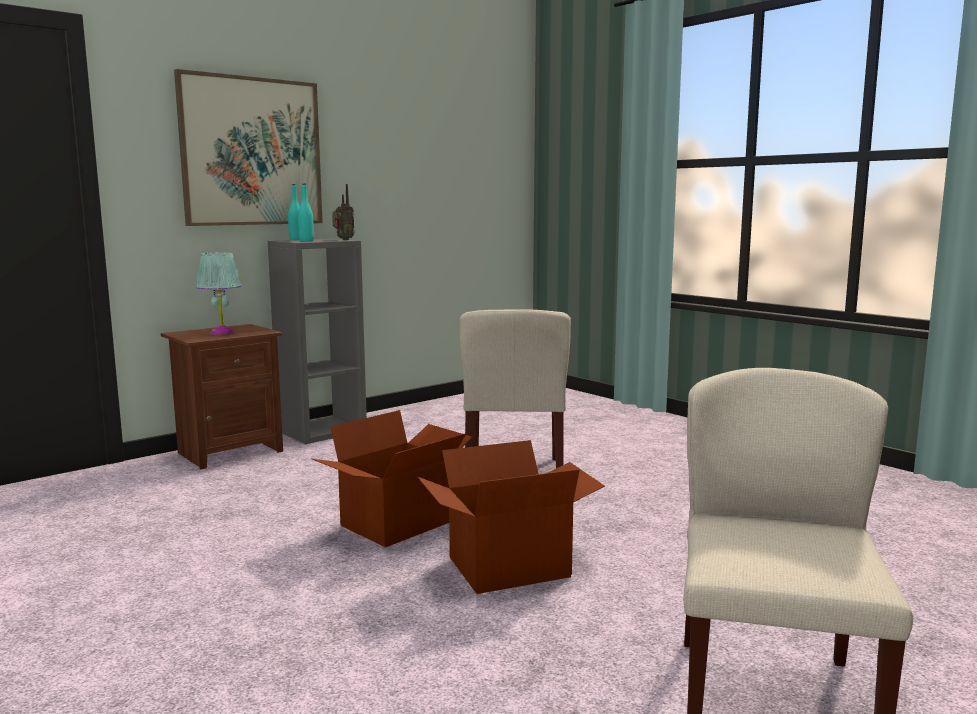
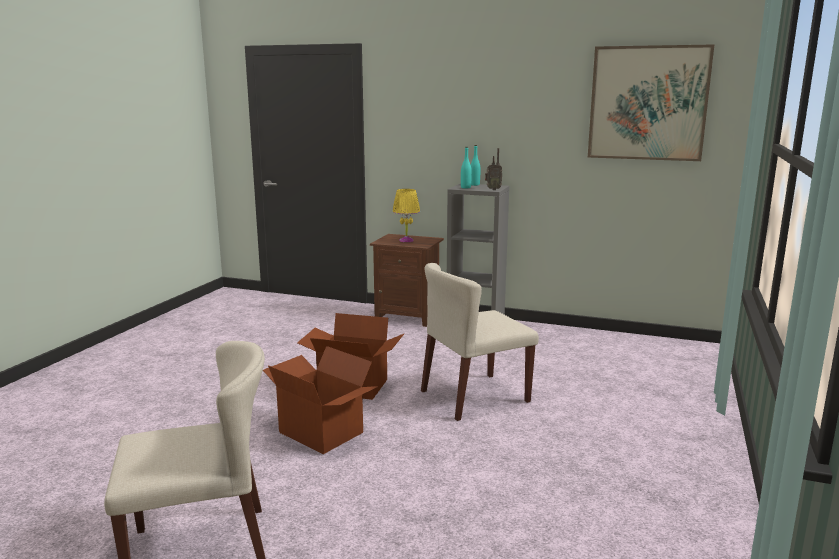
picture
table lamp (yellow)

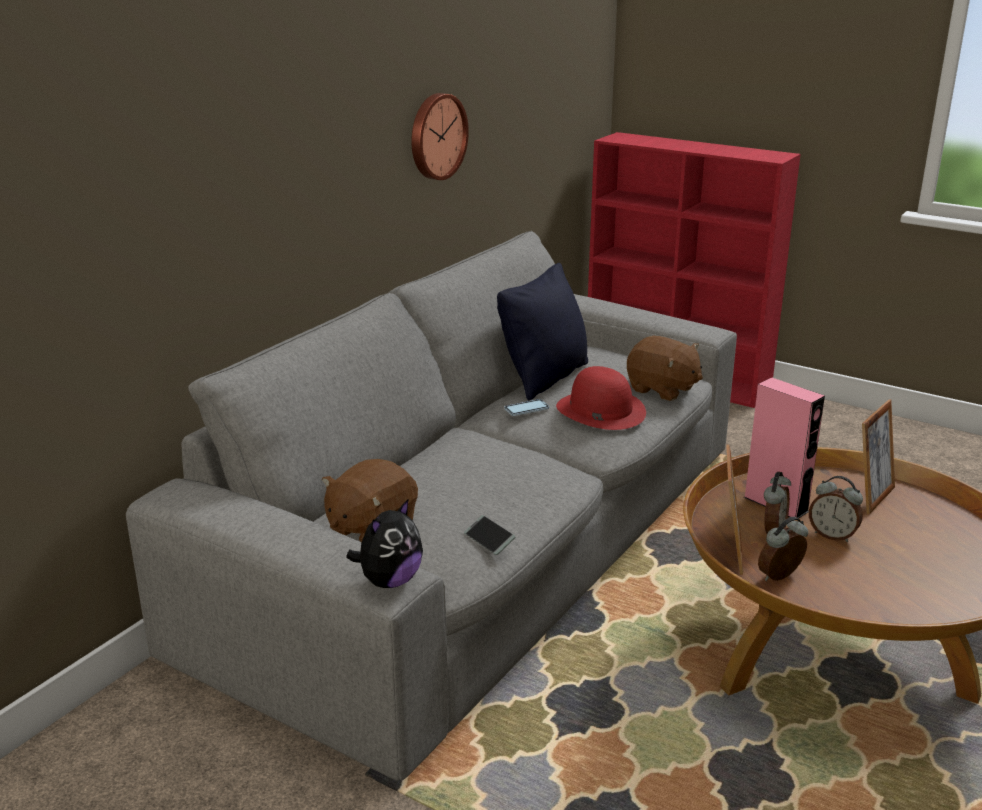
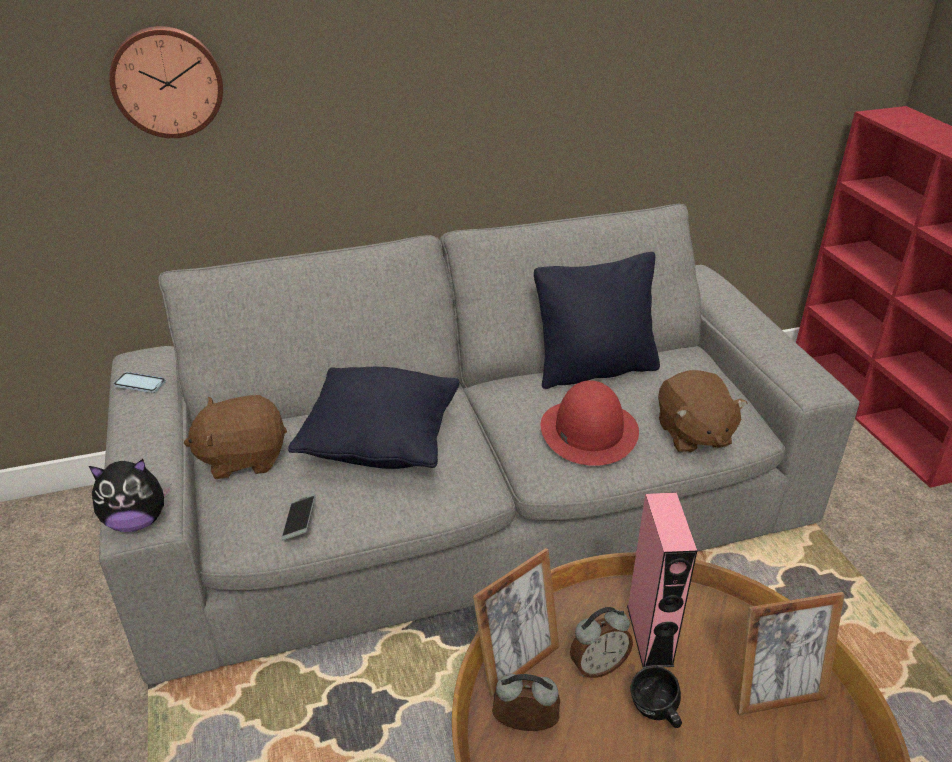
wall clock
phone (1st from left)
mug (black)
pillow (black) (1st from left)

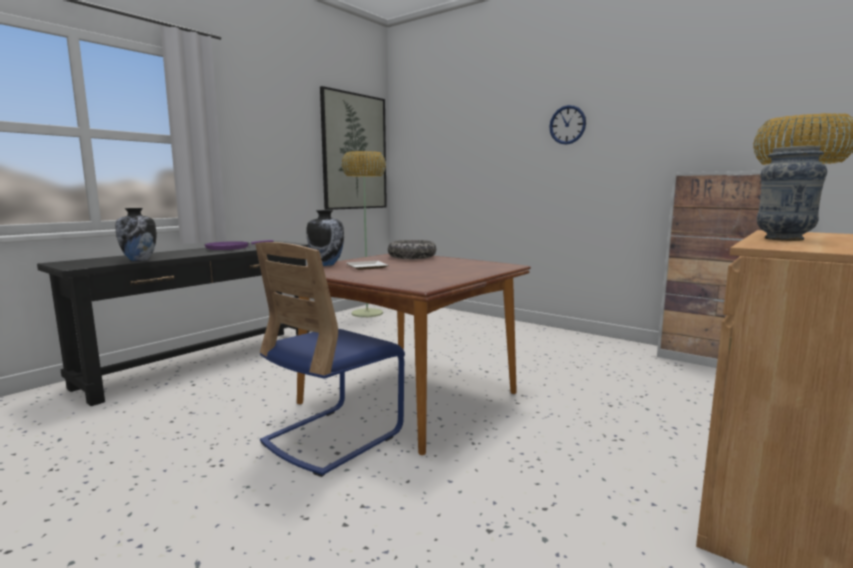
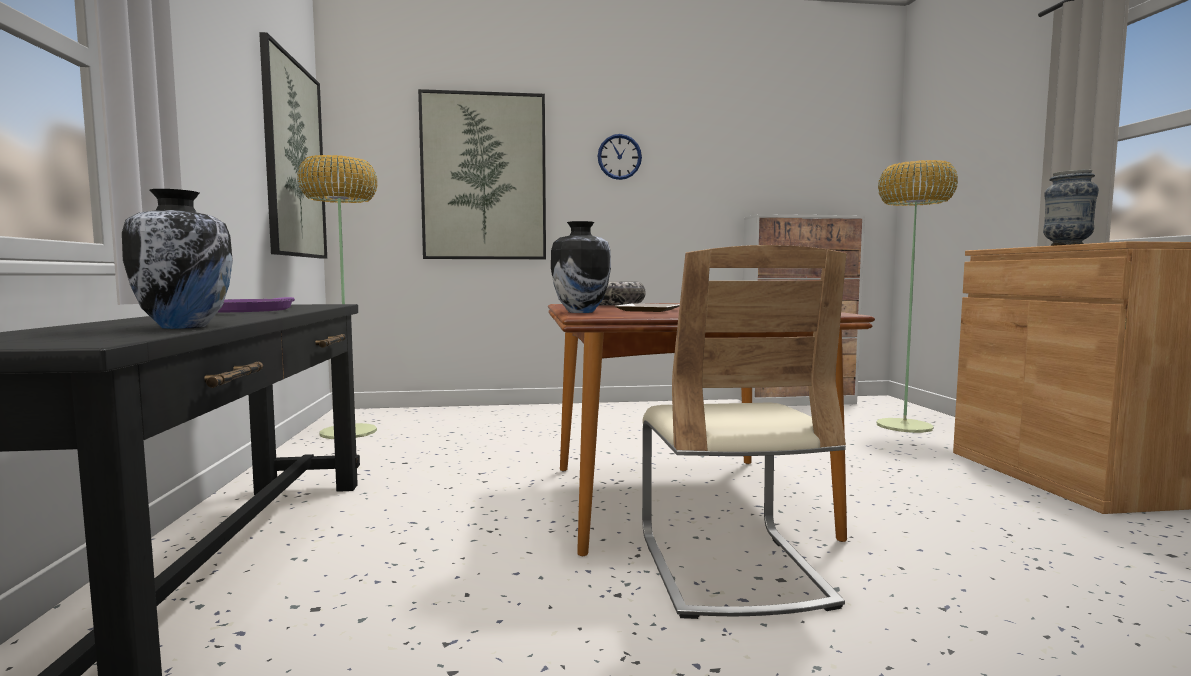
chair (beige)
picture (2nd from left)

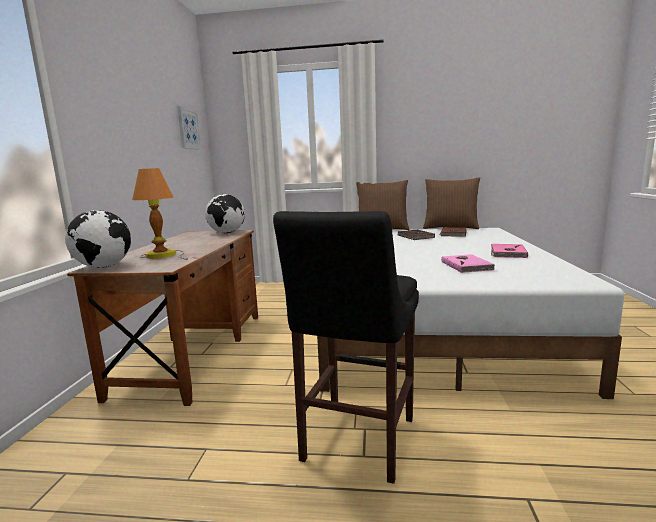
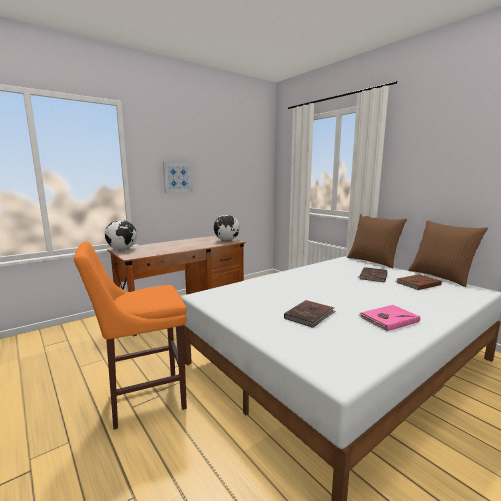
table lamp
picture
stool (orange)
book (brown) (1st from left)

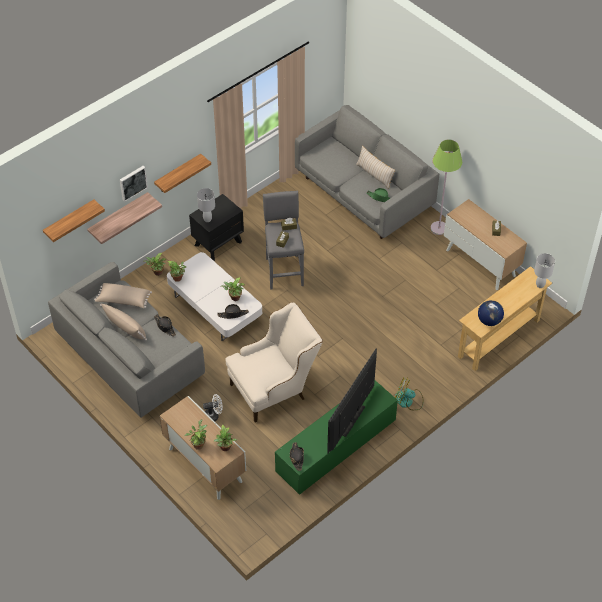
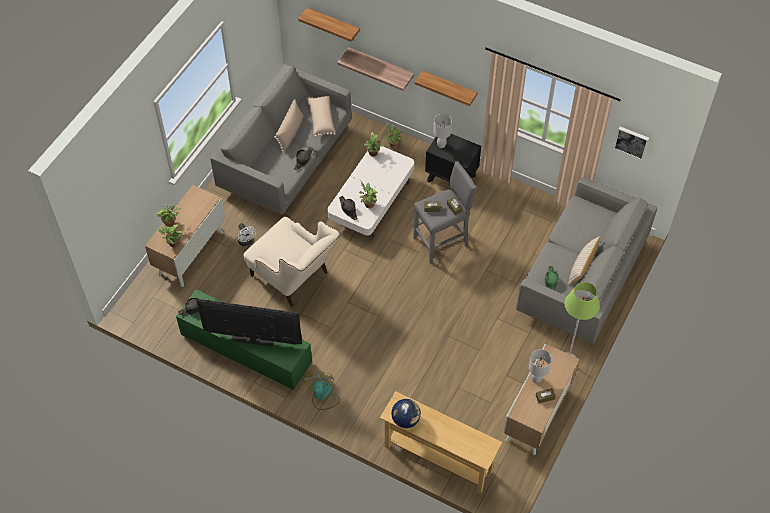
picture
table lamp (white) (2nd from left)

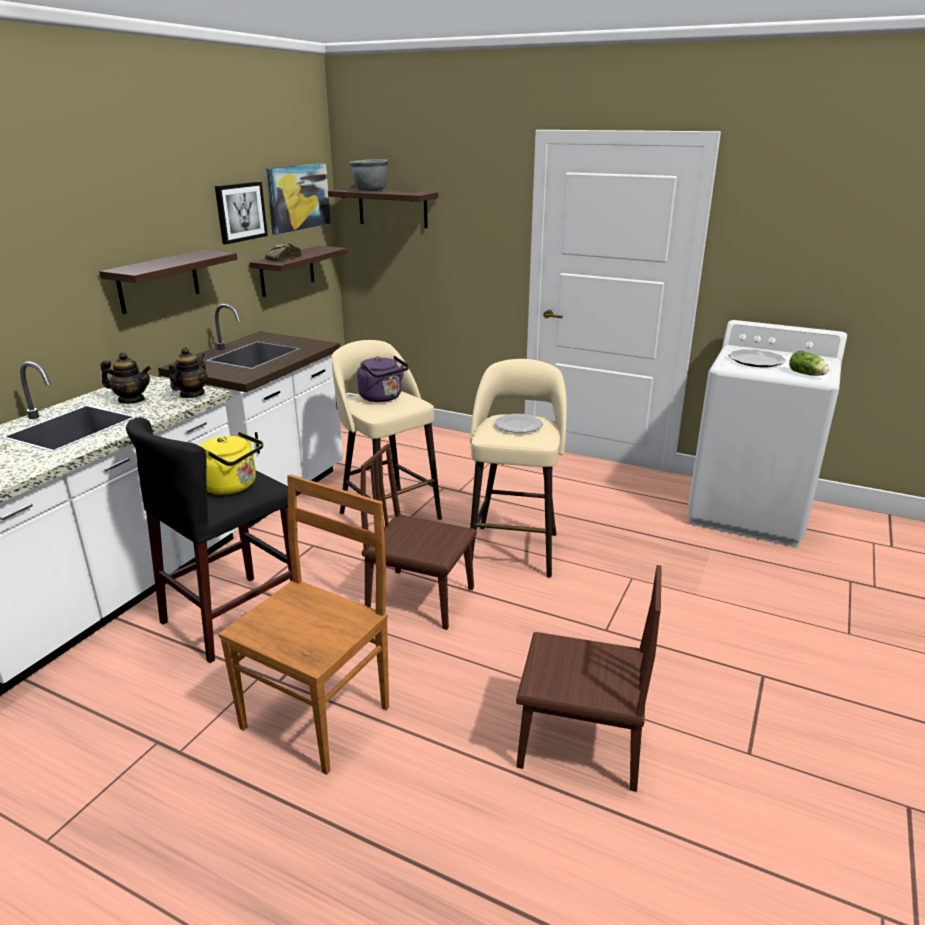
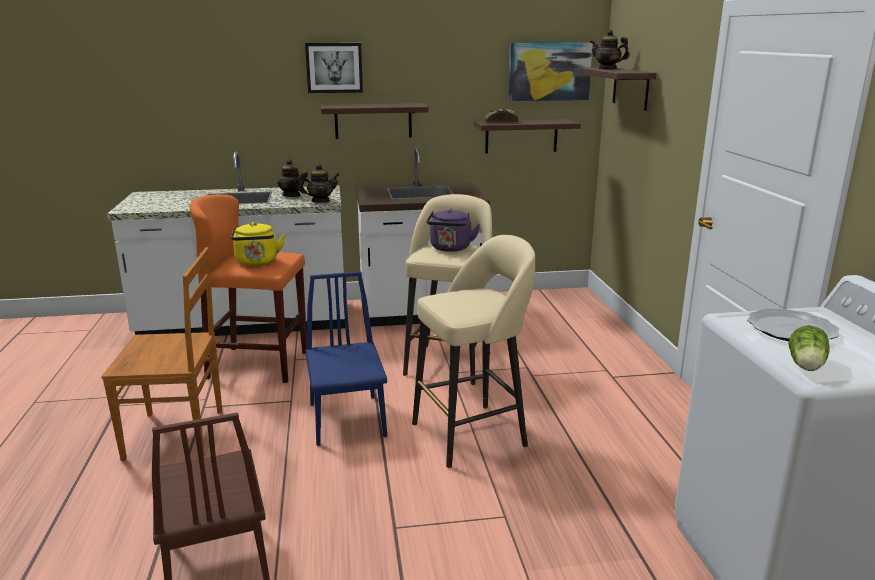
stool (orange)
picture (1st from left)
teapot (3rd from left)
chair (blue)
plate (1st from left in the first image)

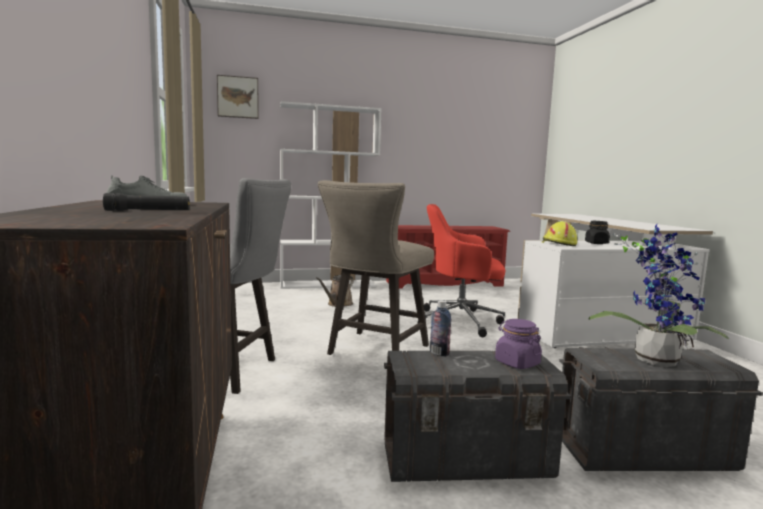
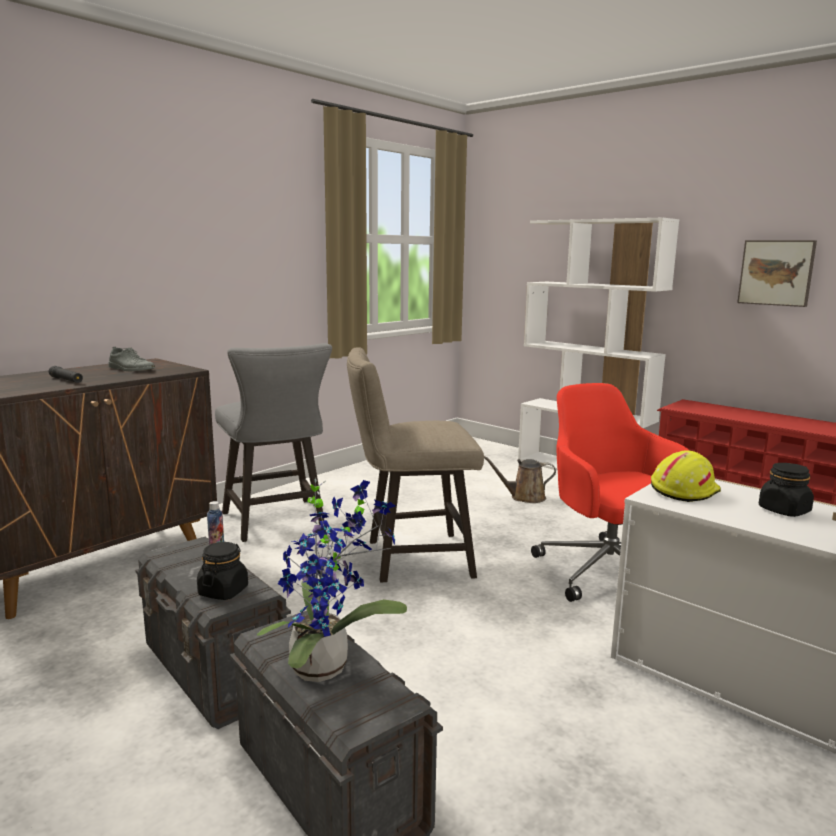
picture
jar (black) (1st from left)

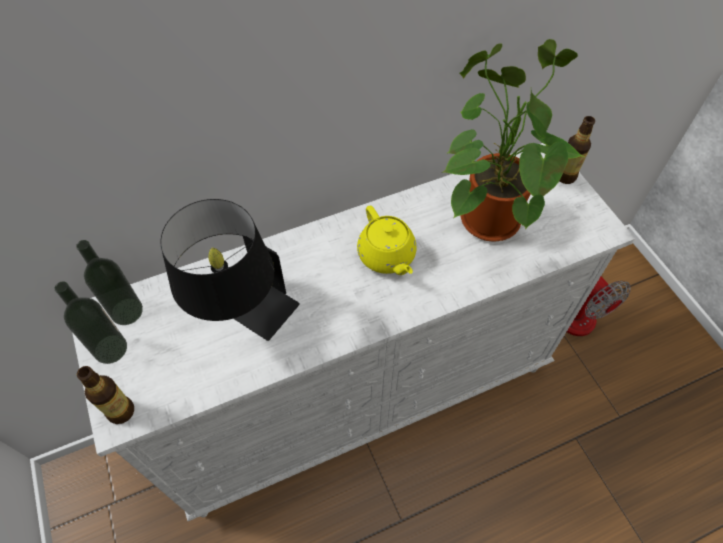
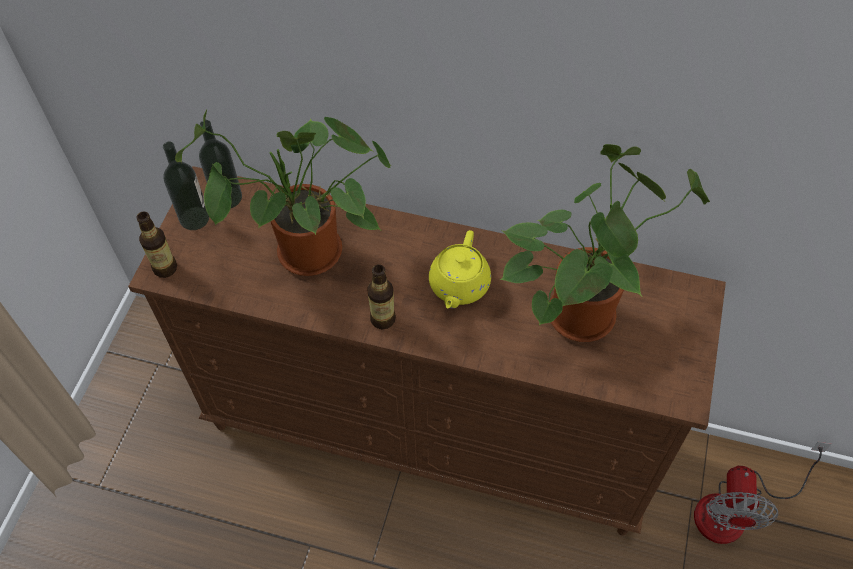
dresser (brown)
potted plant (1st from left)
bottle (4th from left)

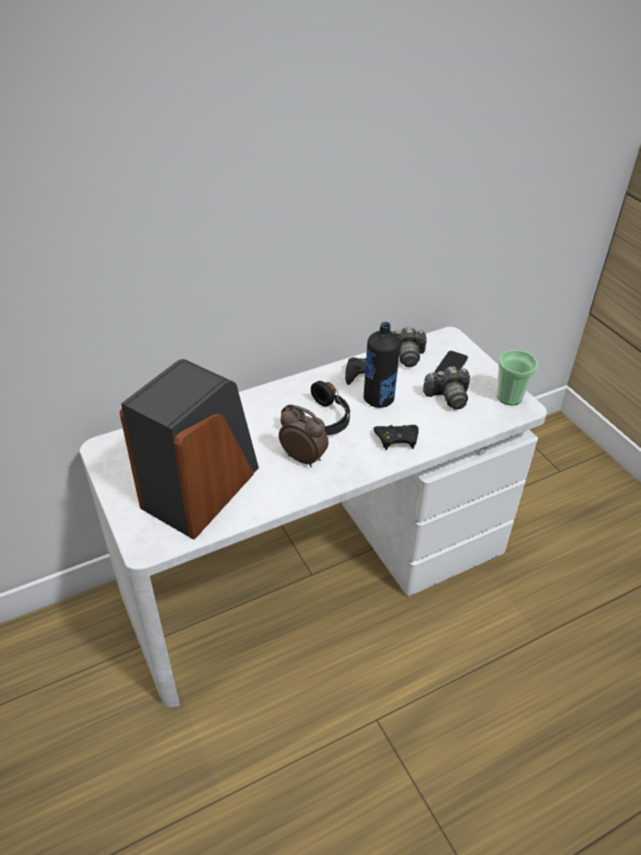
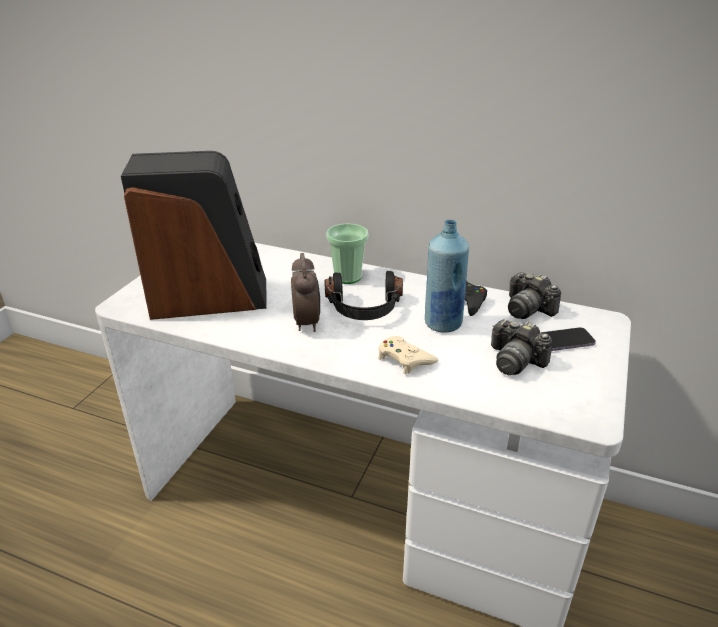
bottle (blue)
game controller (beige)
cup

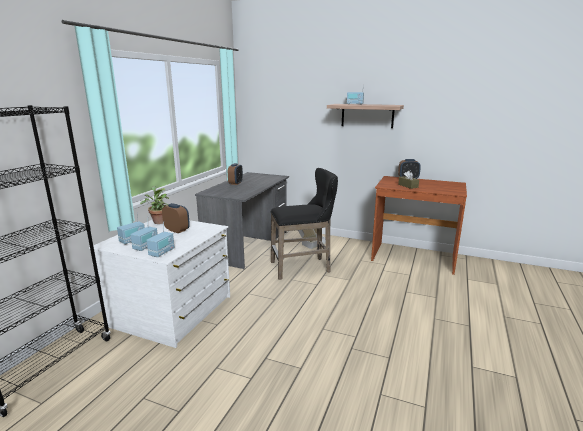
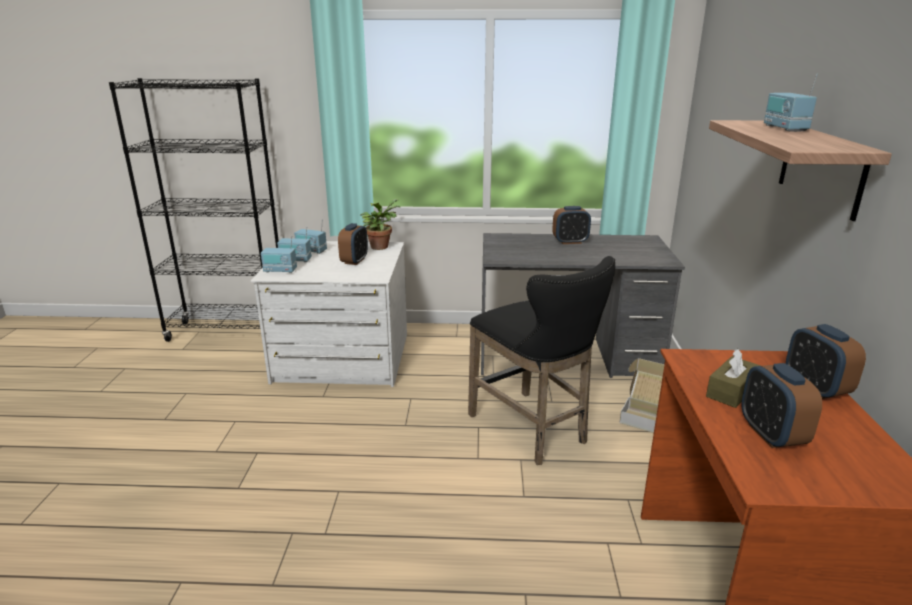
alarm clock (3rd from left)

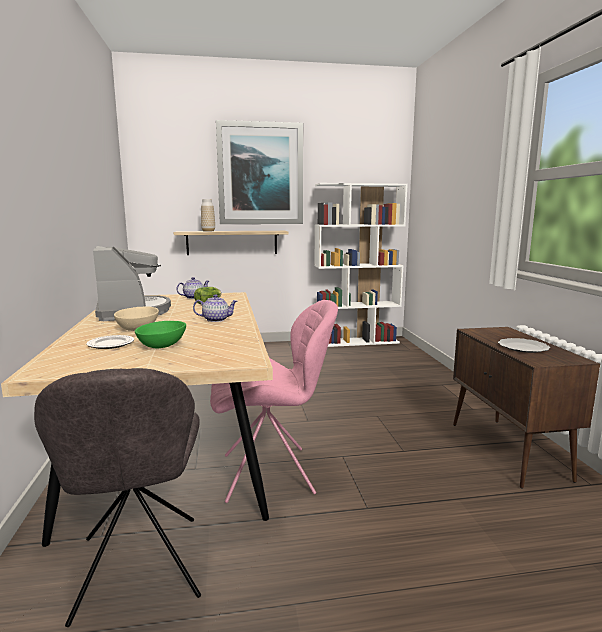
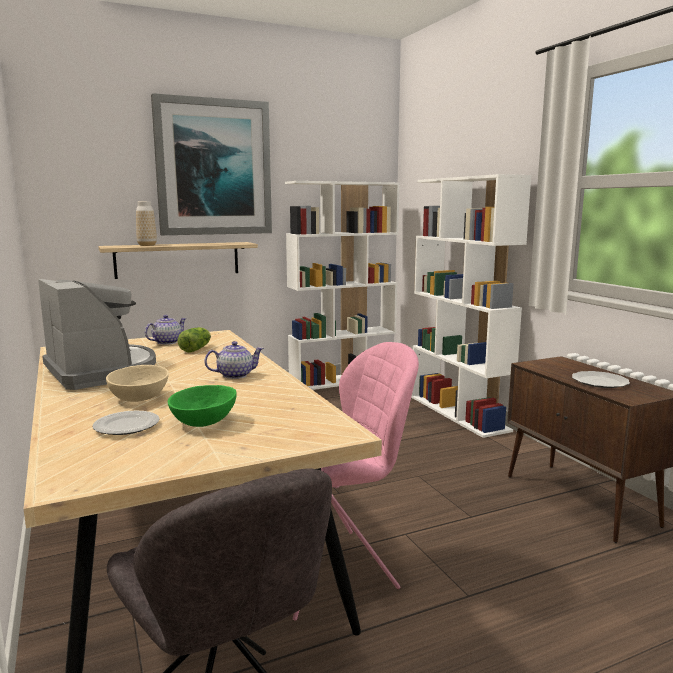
bookcase (white) (2nd from left)

